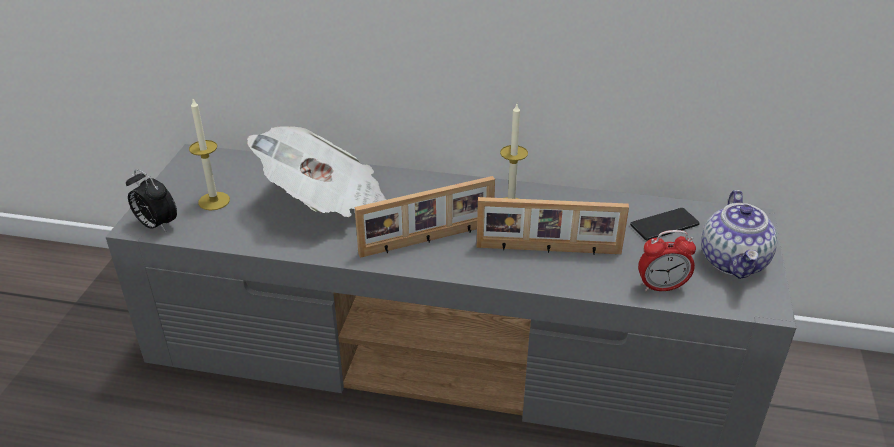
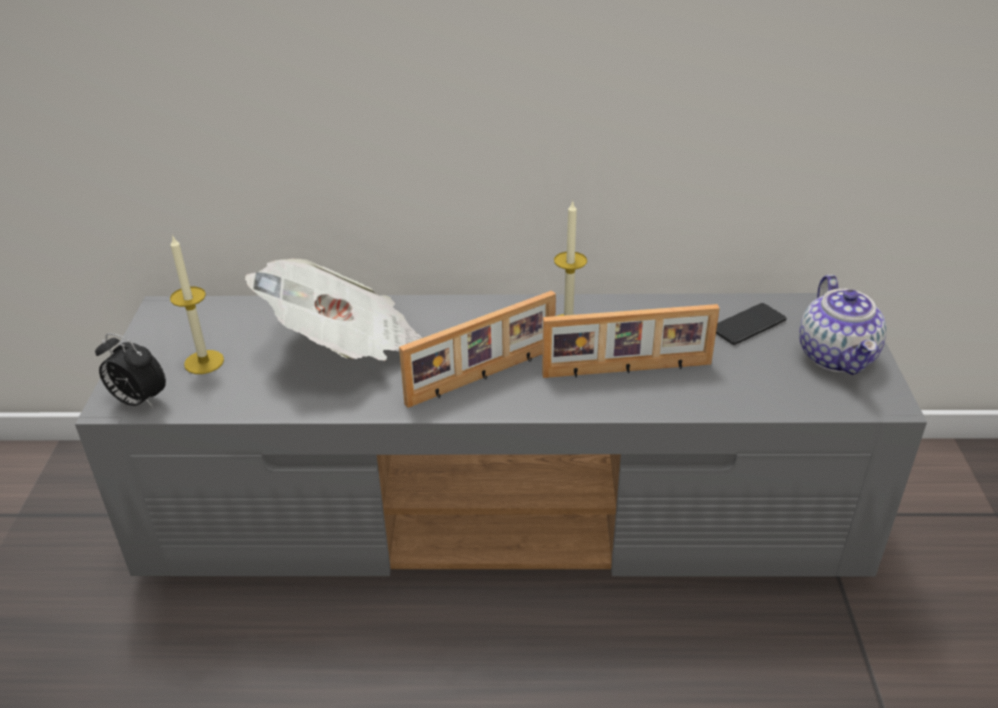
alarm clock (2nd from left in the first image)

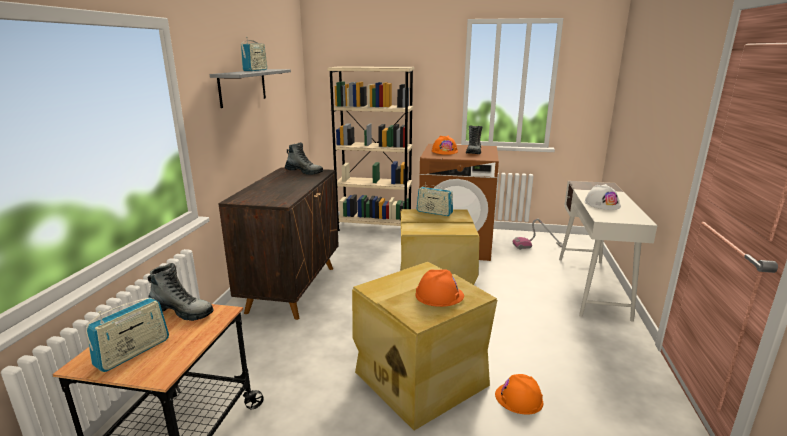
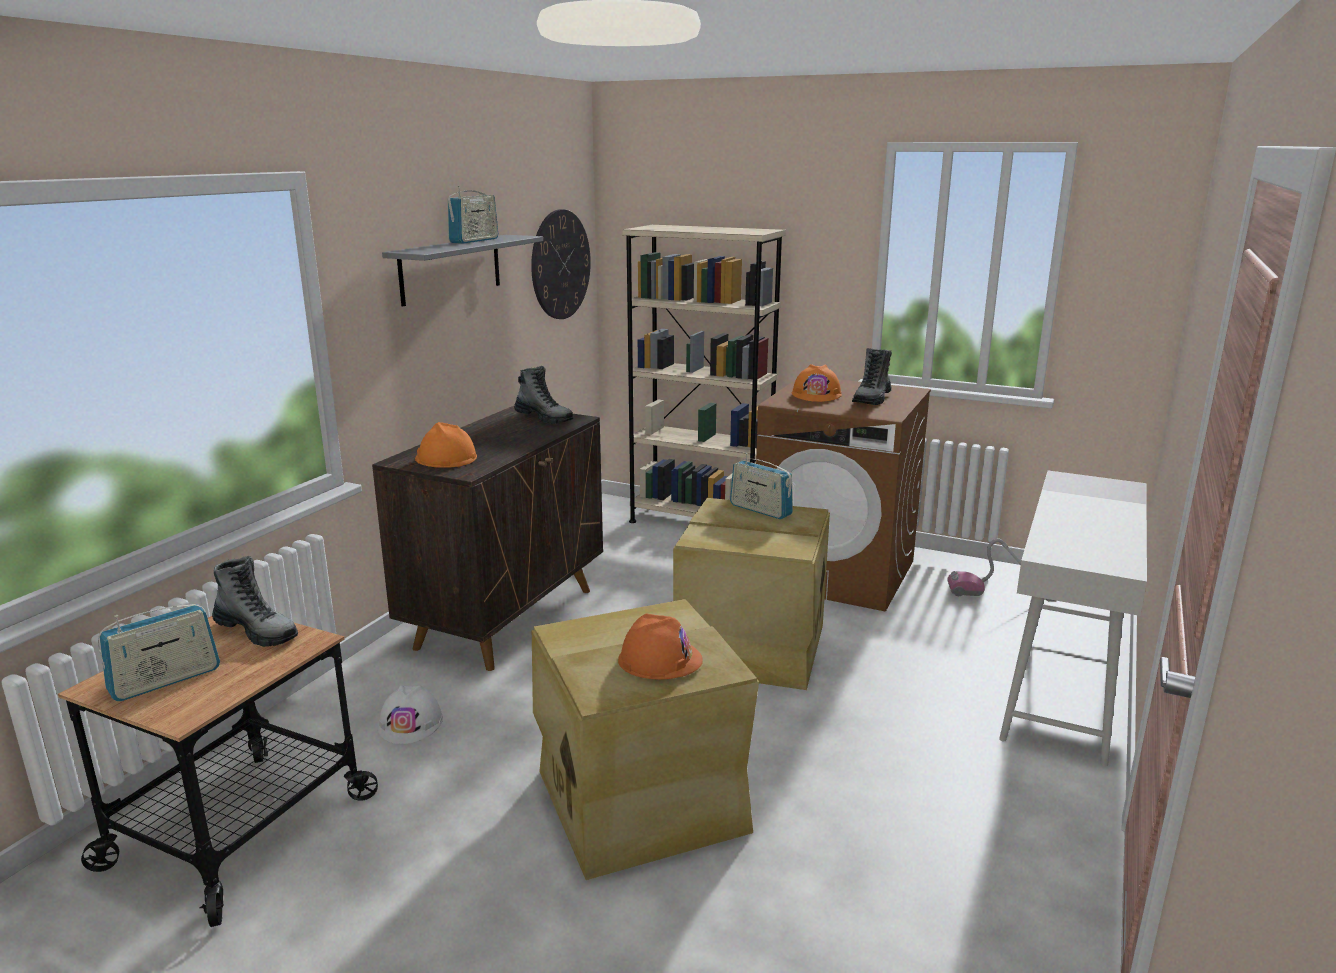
hard hat (orange) (1st from left)
hard hat (white)
wall clock

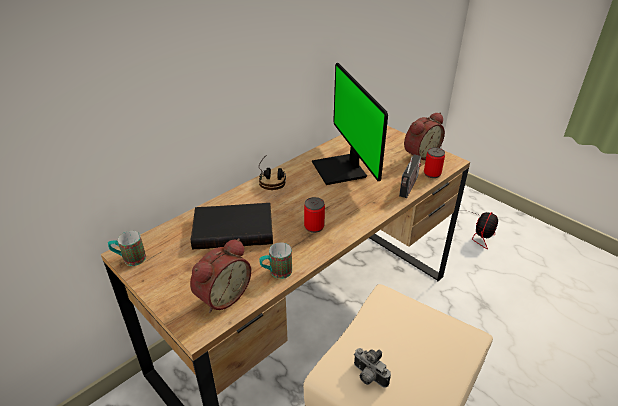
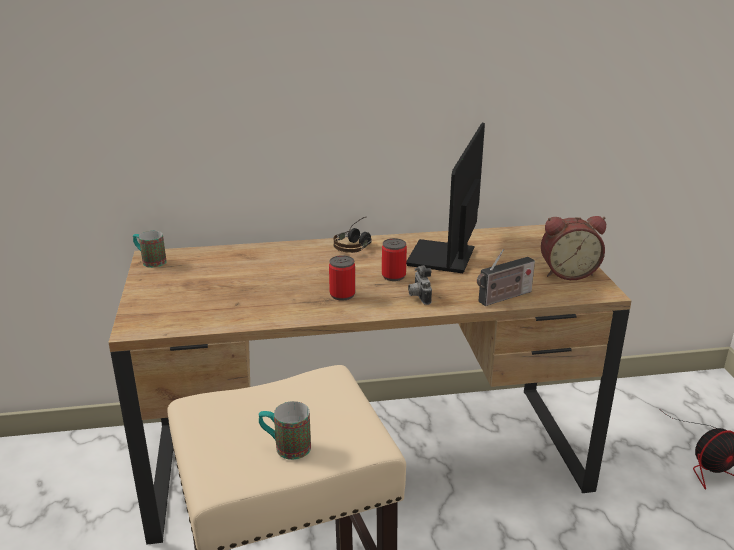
alarm clock (1st from left in the first image)
book (black)
mug (2nd from left)
photo camera
can (2nd from left)

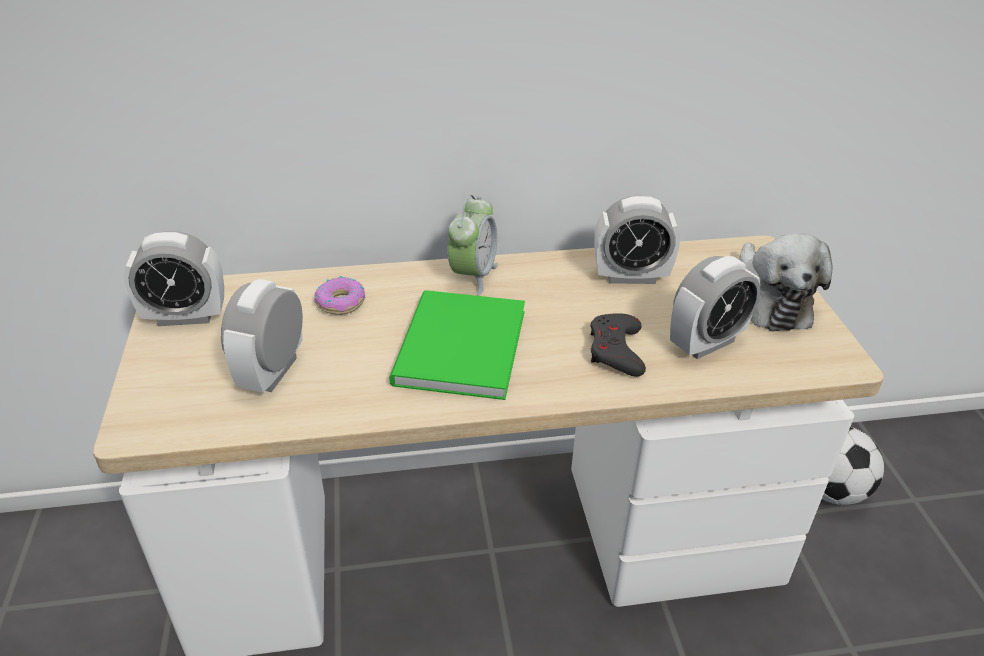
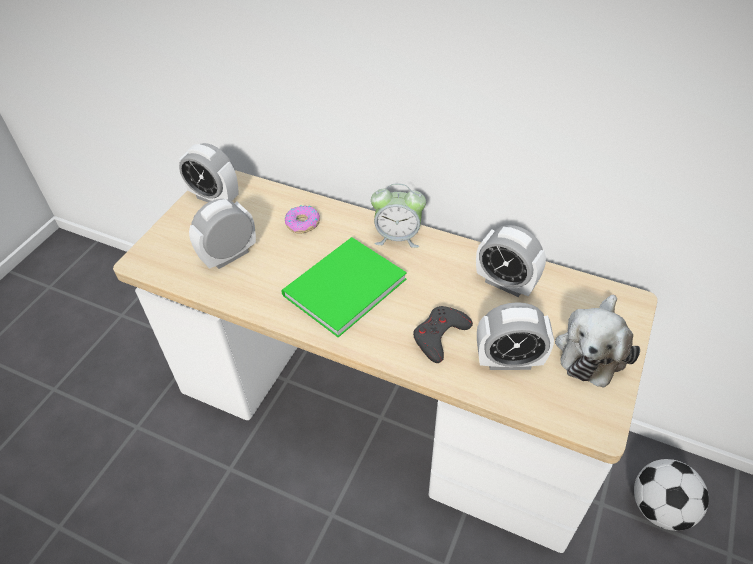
alarm clock (3rd from left)

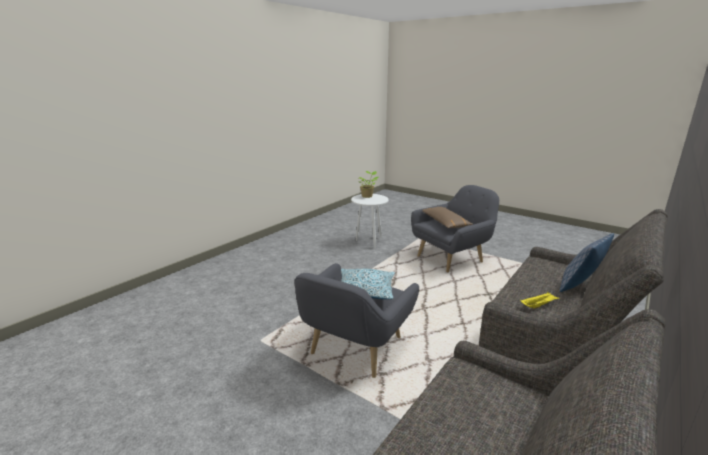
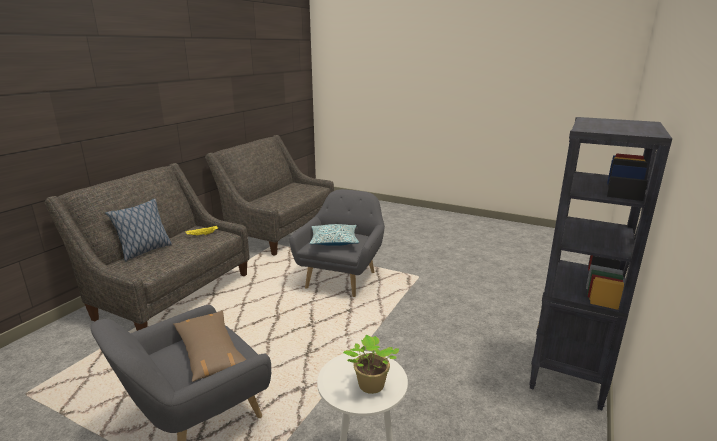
bookcase (black)

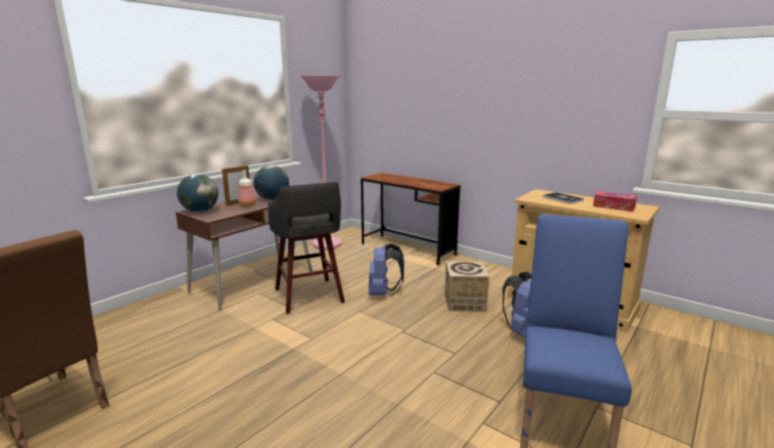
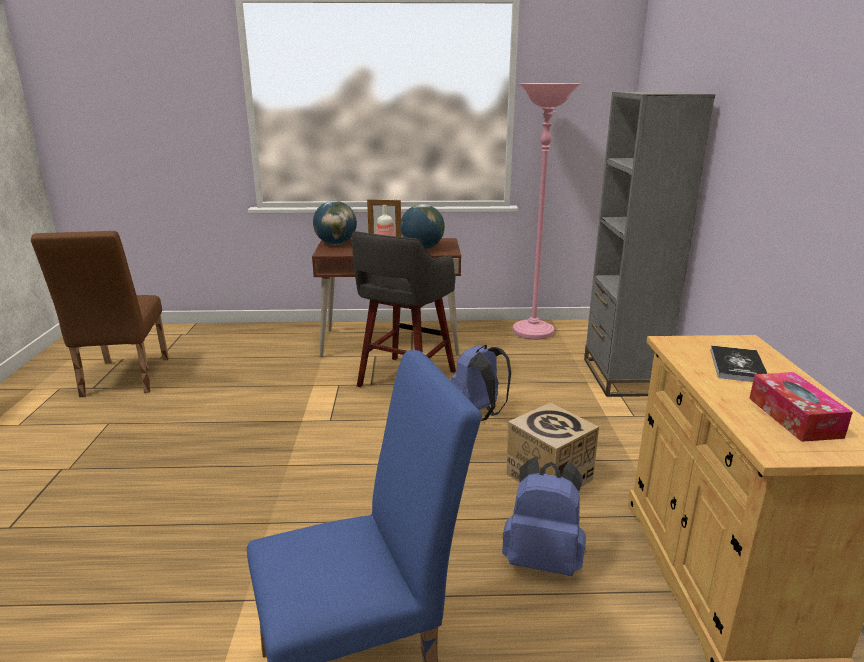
bookcase (grey)

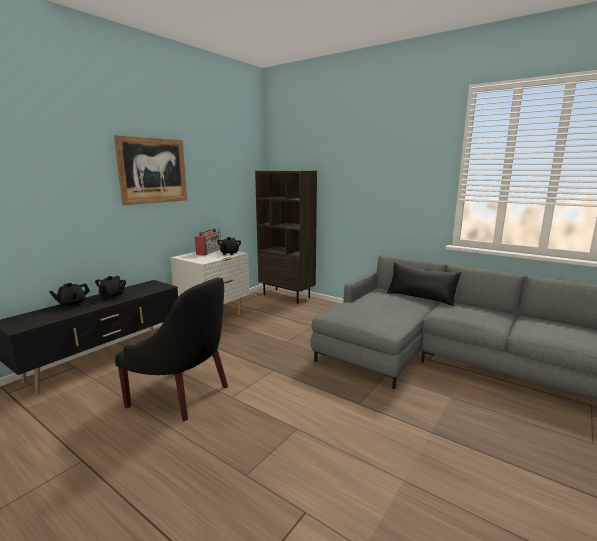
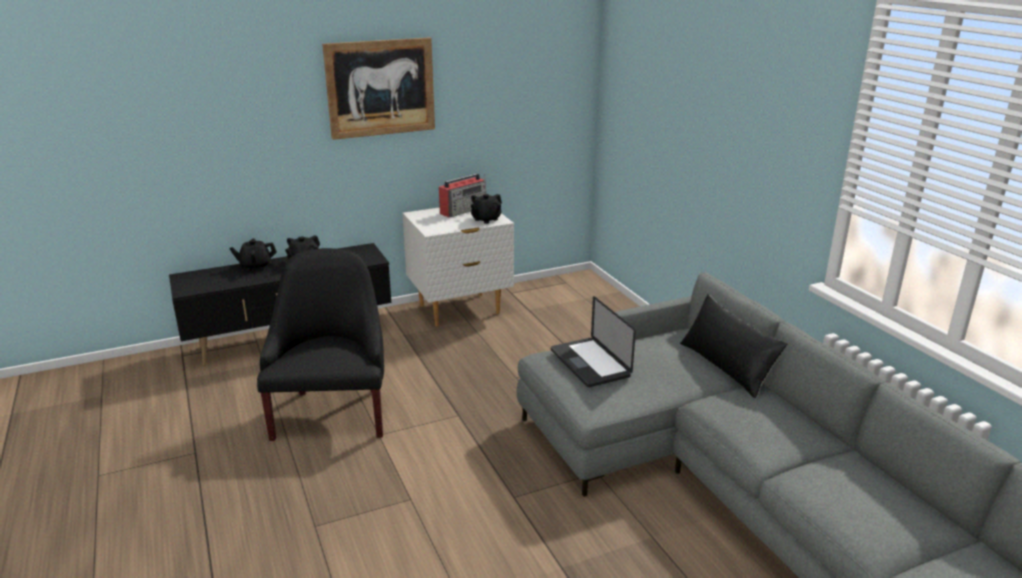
armchair (black)
bookcase (brown)
laptop

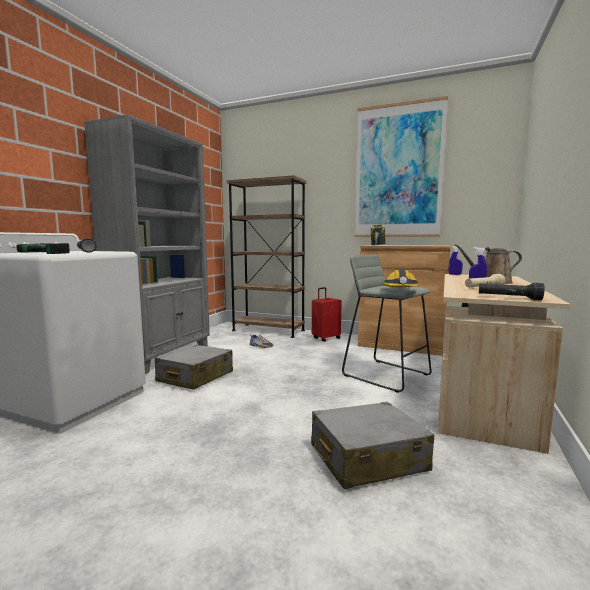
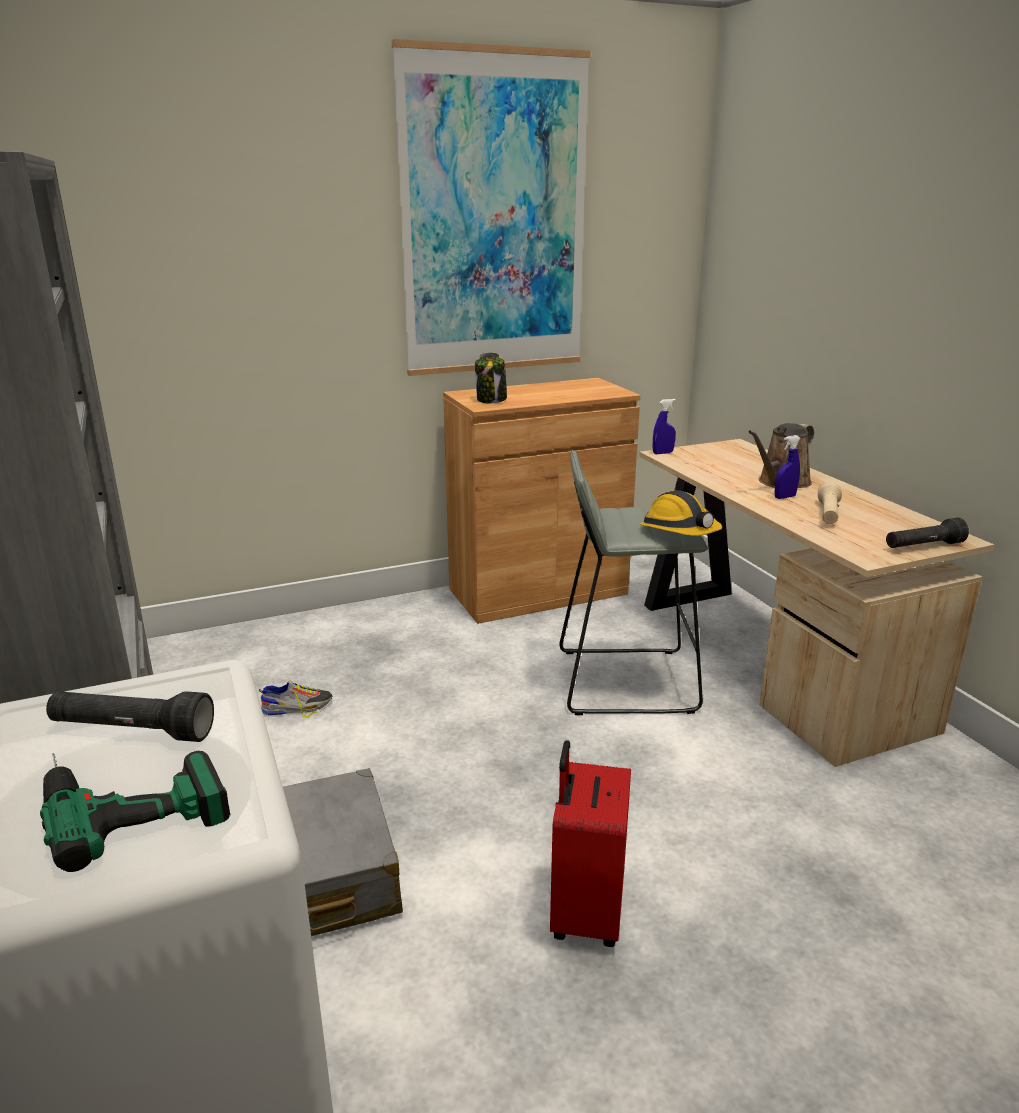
bookcase (brown)
suitcase (grey) (2nd from left in the first image)
suitcase (red)

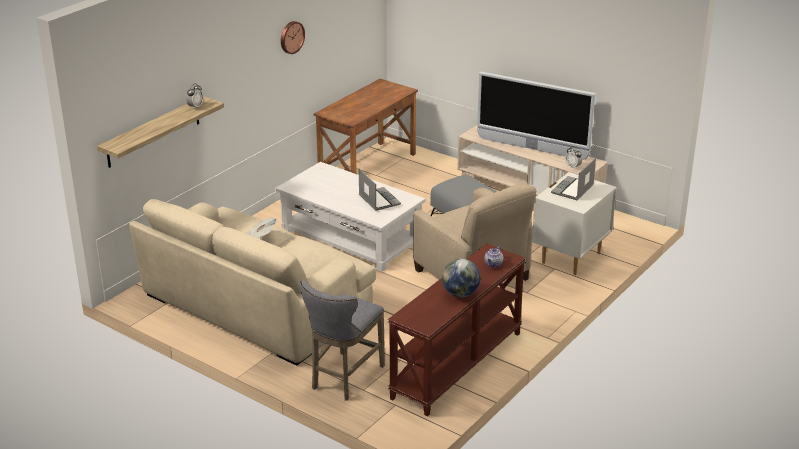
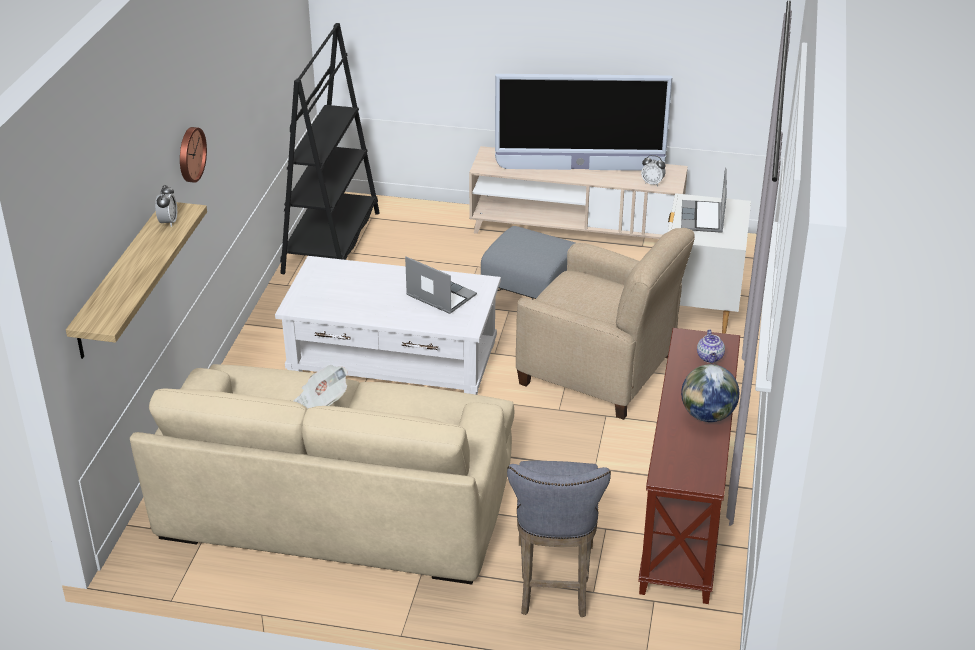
wall clock
bookcase (black)

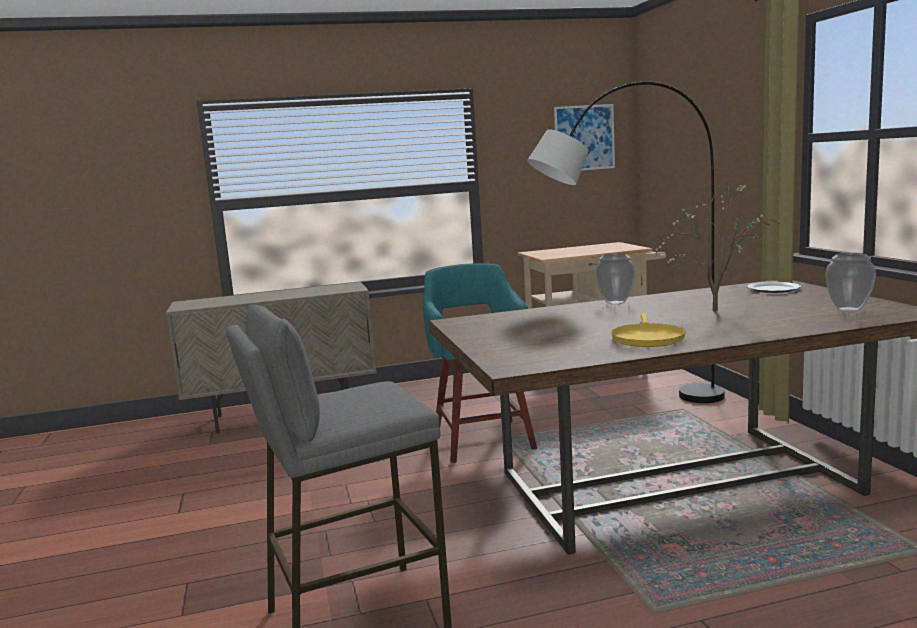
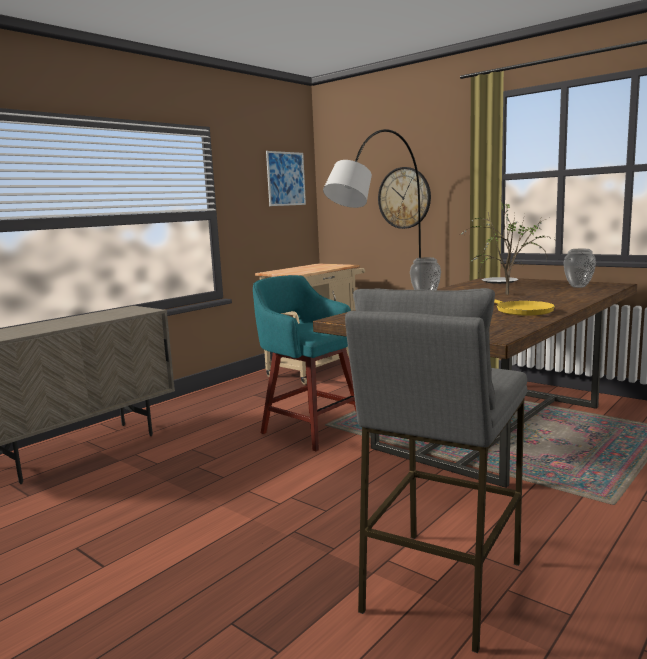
wall clock

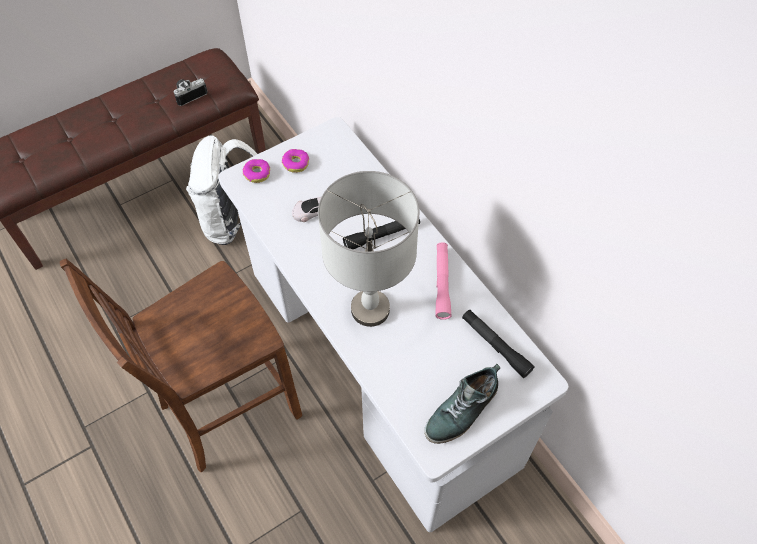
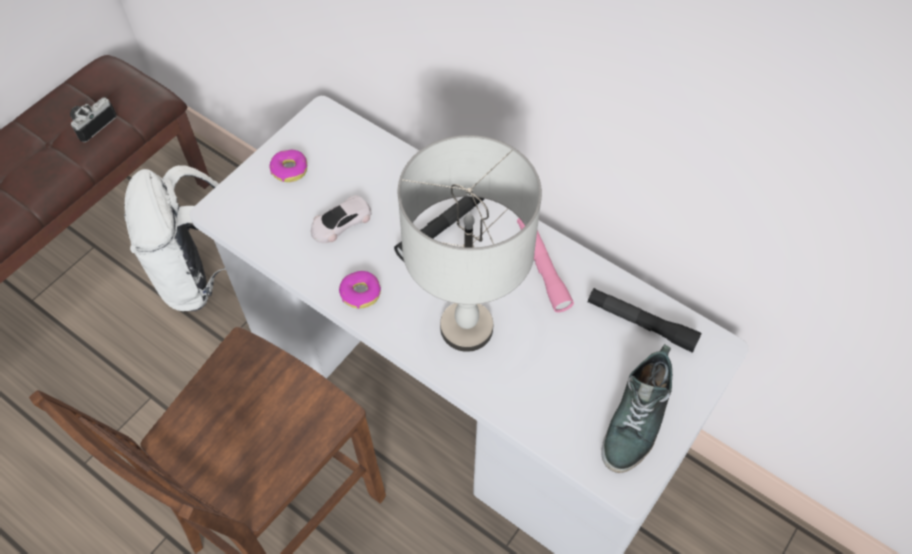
donut (2nd from left)

